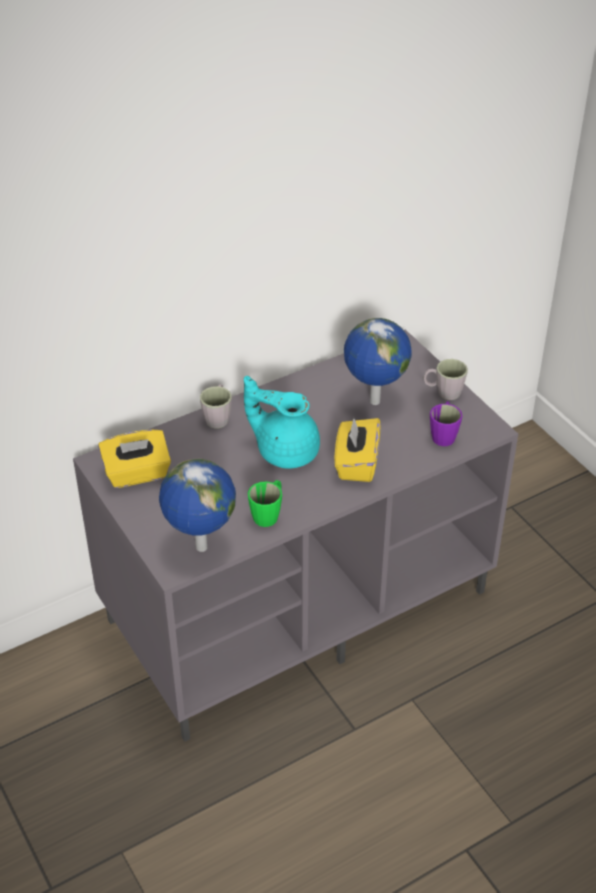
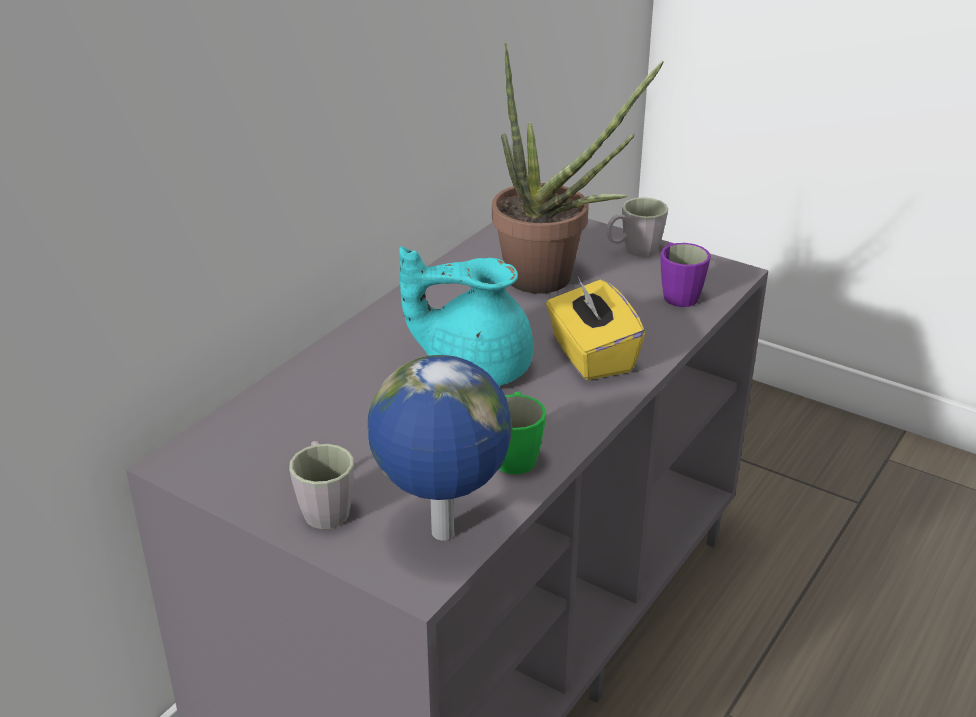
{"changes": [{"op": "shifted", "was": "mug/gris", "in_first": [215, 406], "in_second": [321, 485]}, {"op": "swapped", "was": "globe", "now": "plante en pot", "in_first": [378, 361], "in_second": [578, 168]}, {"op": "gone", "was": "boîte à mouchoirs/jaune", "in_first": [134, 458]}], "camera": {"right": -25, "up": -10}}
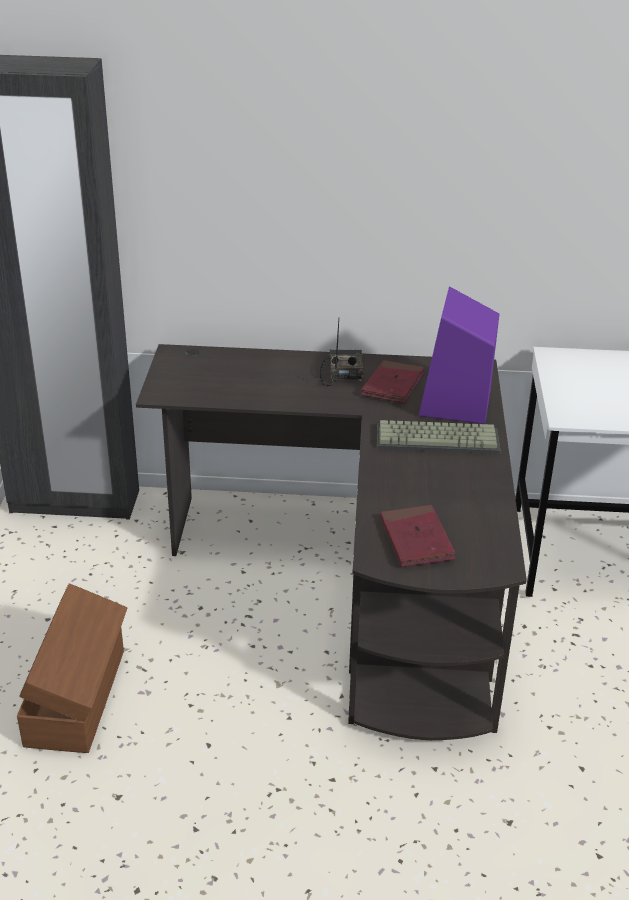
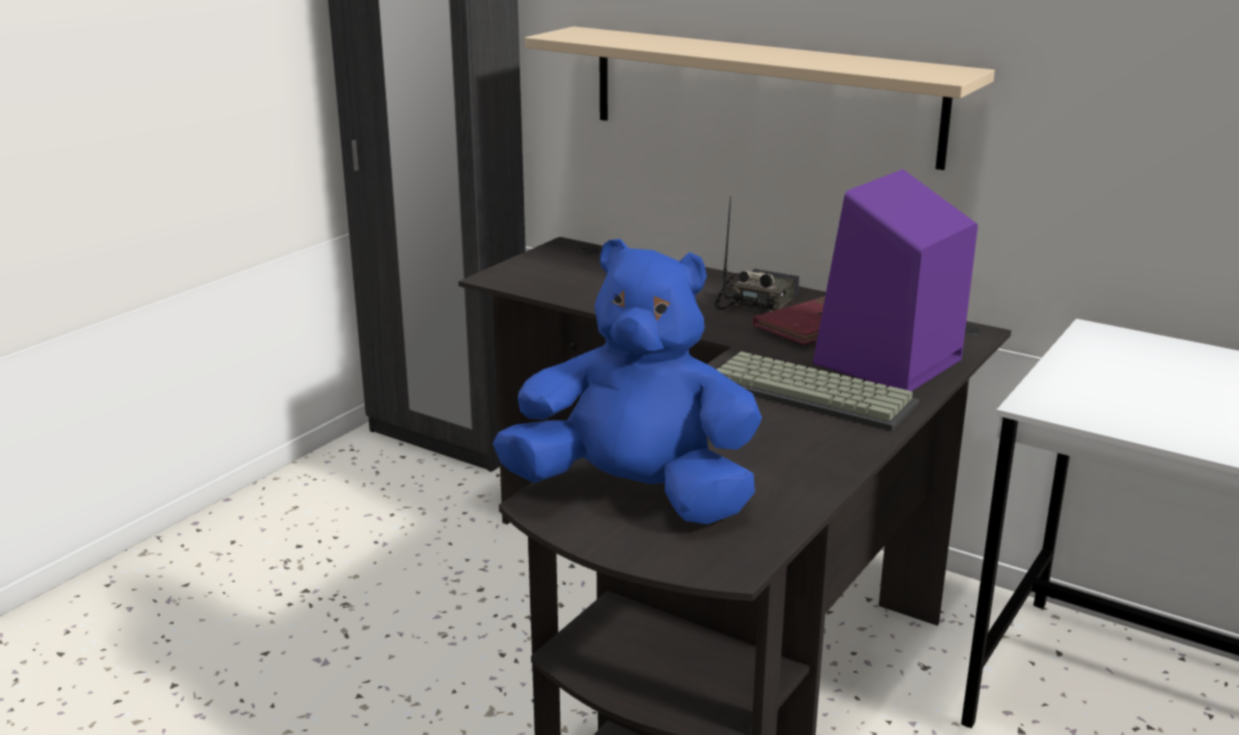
{"changes": [{"op": "swapped", "was": "livre/rouge", "now": "peluche/bleu", "in_first": [417, 536], "in_second": [627, 381]}, {"op": "new", "now": "étagère/beige", "in_second": [760, 98]}, {"op": "gone", "was": "boîte de rangement/marron", "in_first": [72, 668]}], "camera": {"right": 30, "up": -10}}
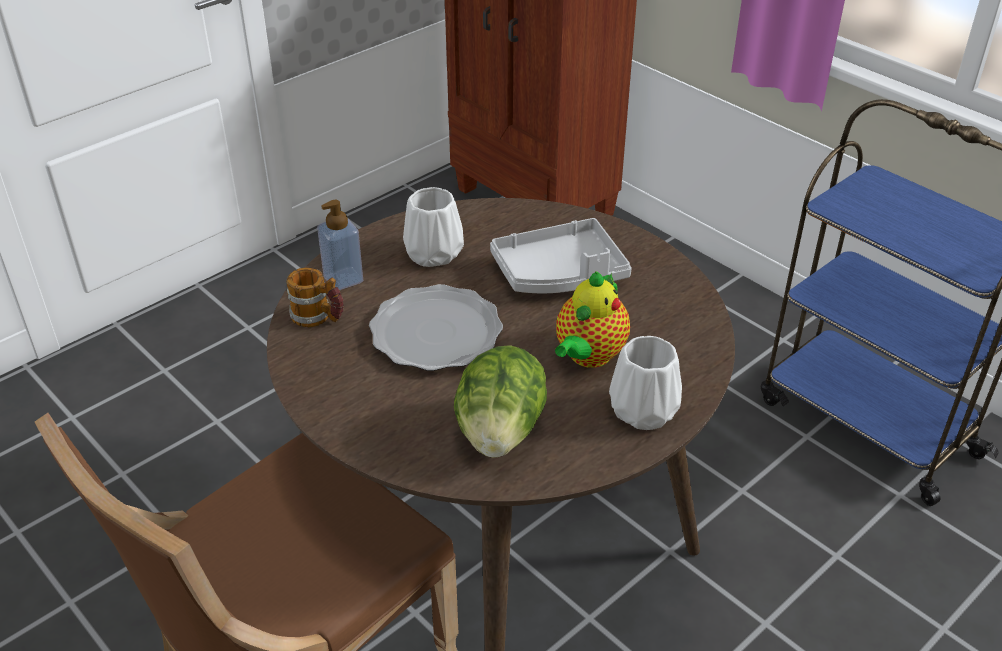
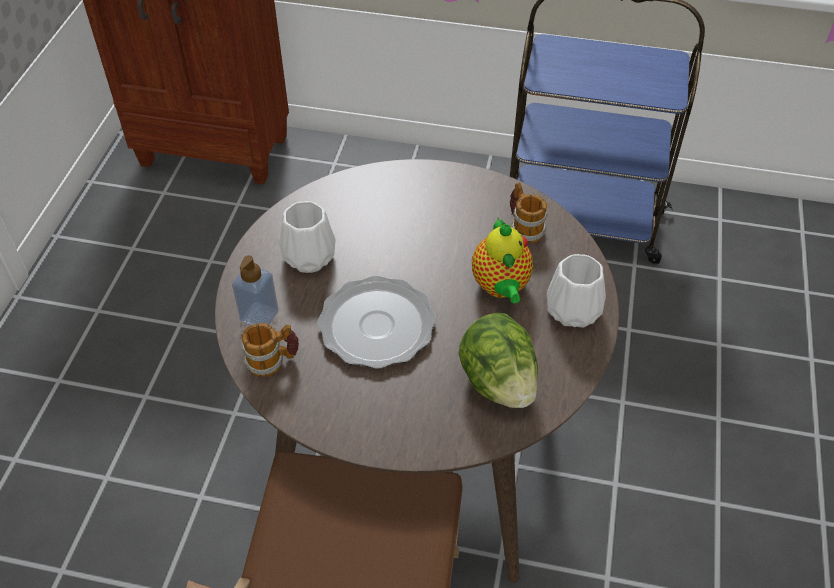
{"changes": [{"op": "new", "now": "mug", "in_second": [529, 213]}, {"op": "gone", "was": "plateau/gris", "in_first": [561, 255]}], "camera": {"right": -35, "up": 10}}
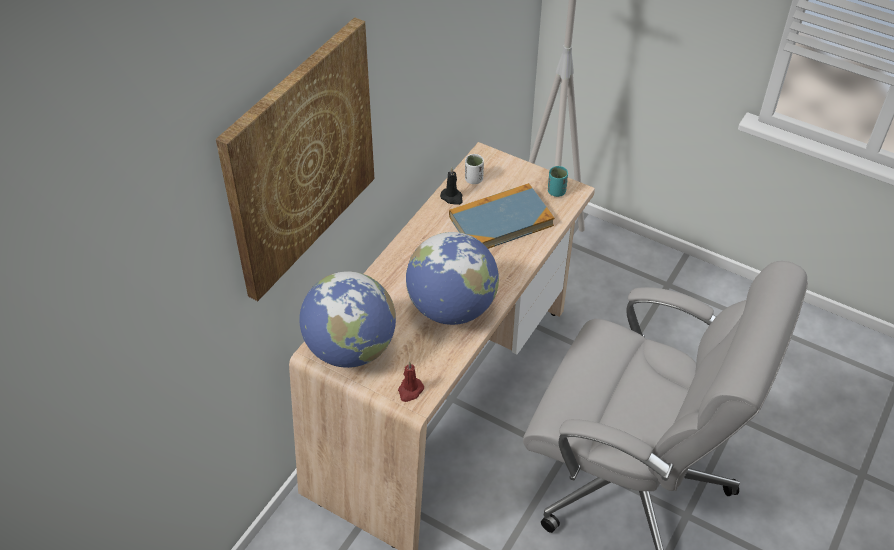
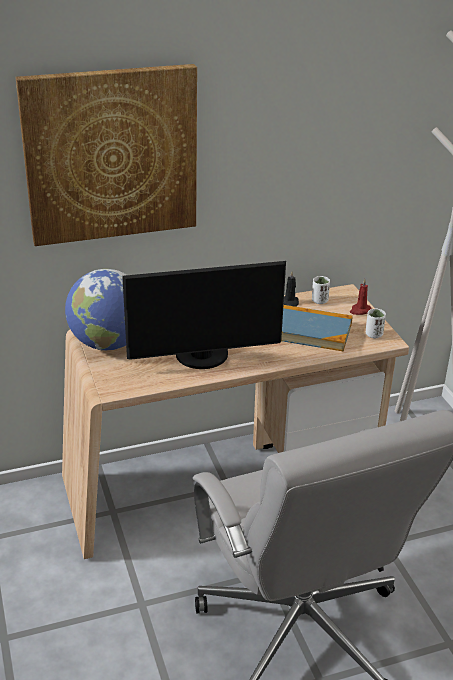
{"changes": [{"op": "swapped", "was": "globe", "now": "écran d'ordinateur", "in_first": [452, 278], "in_second": [204, 315]}, {"op": "shifted", "was": "bougie/rouge", "in_first": [411, 381], "in_second": [361, 297]}, {"op": "repainted", "was": "tasse/turquoise", "now": "tasse/blanc", "in_first": [558, 181], "in_second": [376, 323]}], "camera": {"right": 40, "up": -15}}
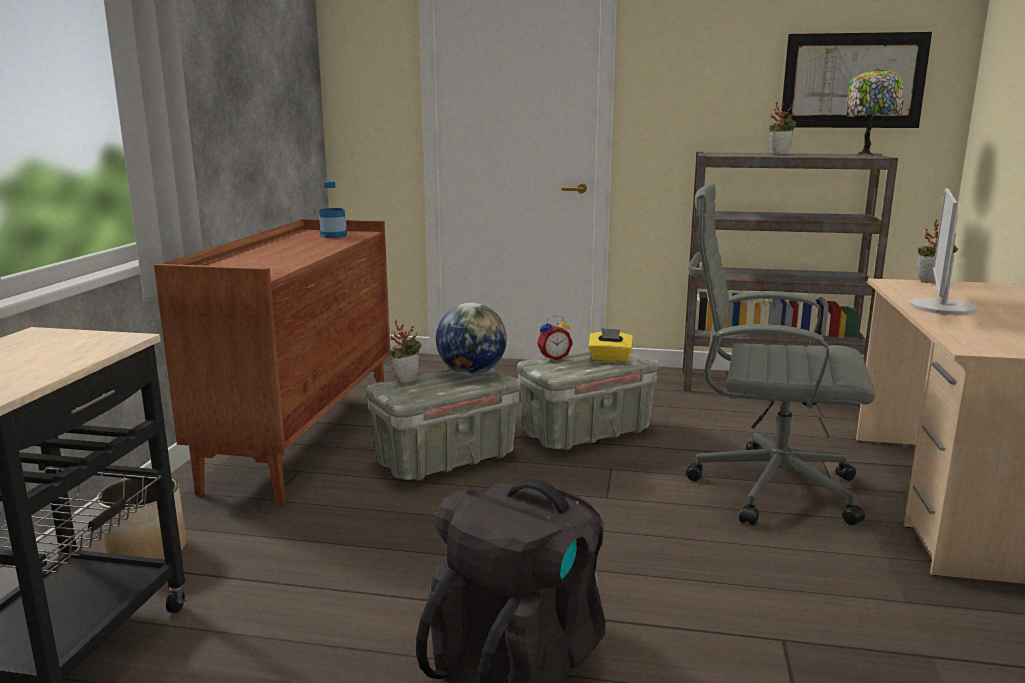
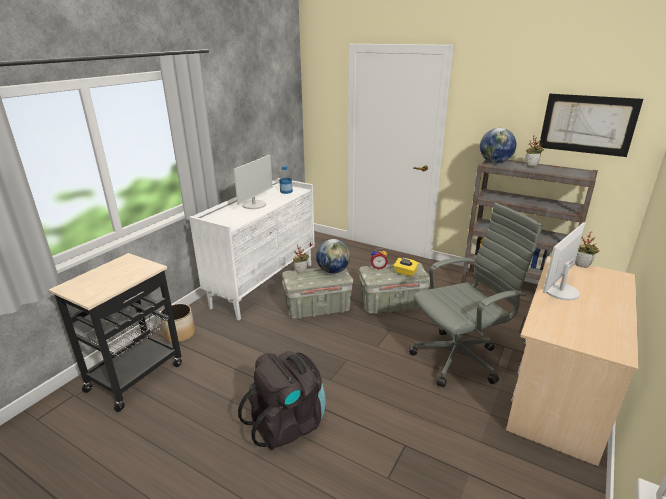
{"changes": [{"op": "repainted", "was": "meuble de rangement/marron", "now": "meuble de rangement/blanc", "in_first": [272, 361], "in_second": [252, 249]}, {"op": "new", "now": "écran d'ordinateur", "in_second": [253, 182]}, {"op": "rotated", "was": "chaise de bureau/gris", "in_first": [780, 354], "in_second": [475, 295], "clockwise": 120}, {"op": "new", "now": "globe", "in_second": [498, 146]}, {"op": "gone", "was": "lampe de table", "in_first": [875, 112]}], "camera": {"right": 20, "up": 10}}
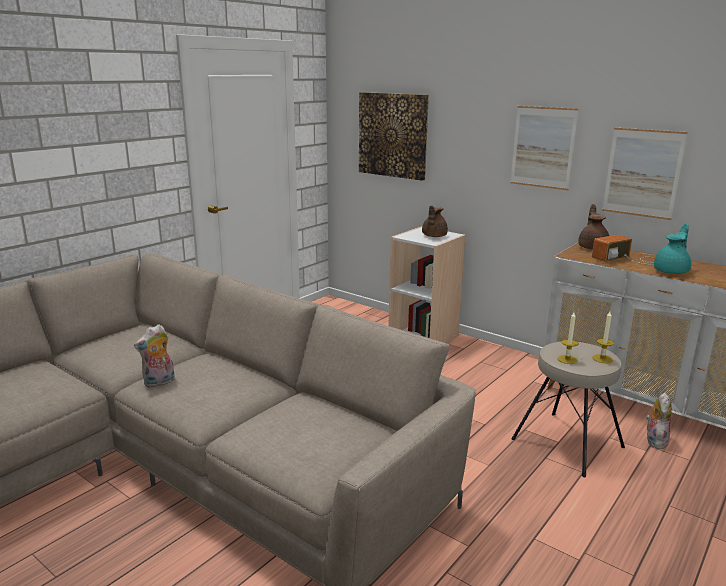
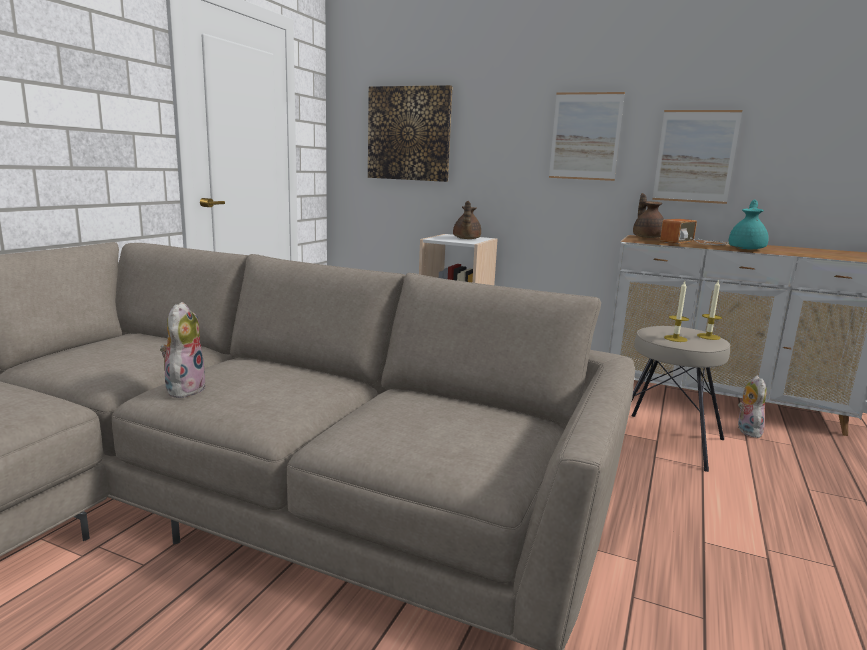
{"changes": [{"op": "rotated", "was": "peluche", "in_first": [154, 356], "in_second": [183, 350], "clockwise": 150}], "camera": {"right": -15, "up": -5}}
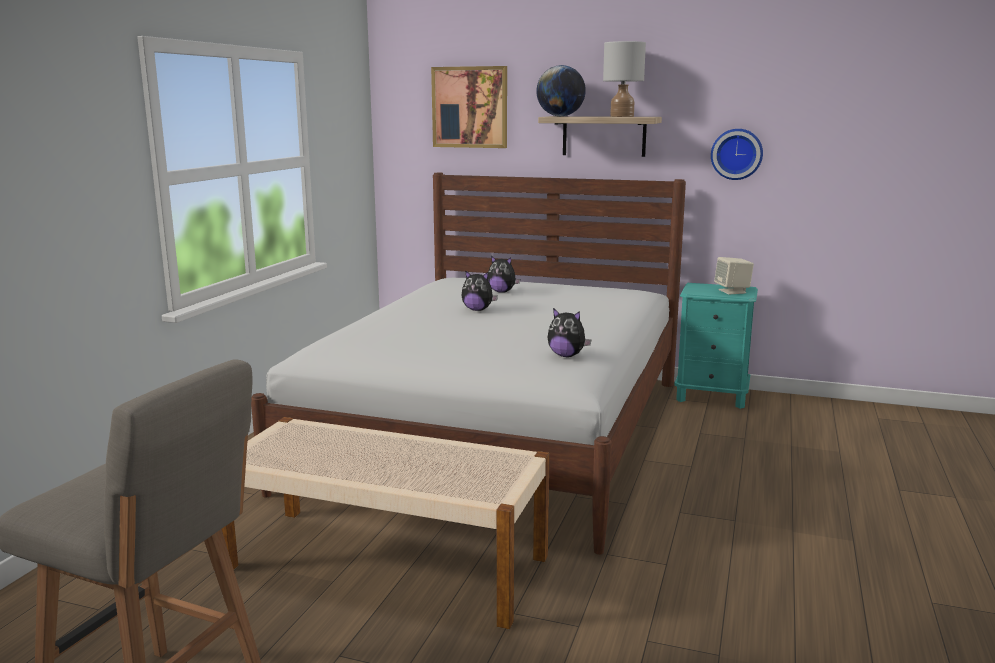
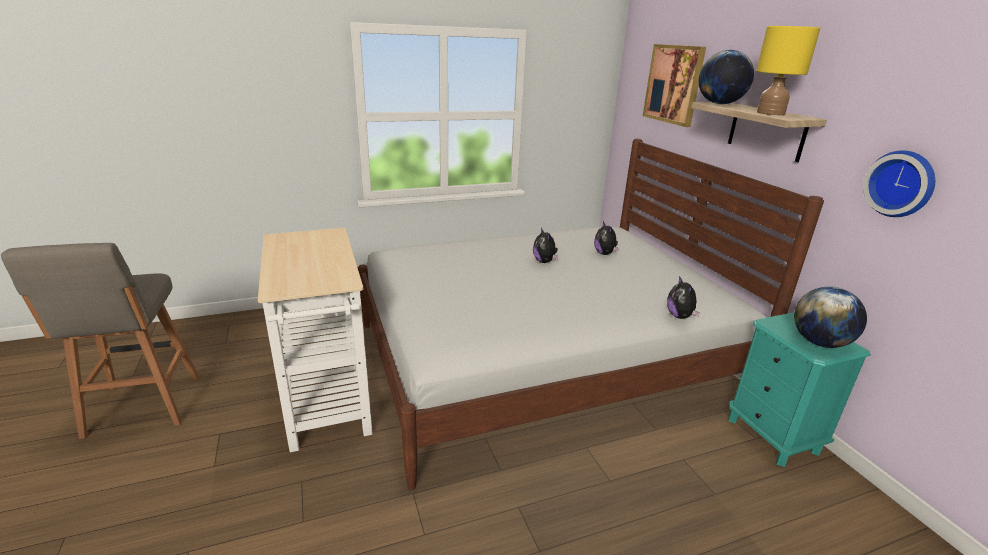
{"changes": [{"op": "swapped", "was": "banc/beige", "now": "chariot/blanc", "in_first": [386, 523], "in_second": [315, 340]}, {"op": "shifted", "was": "peluche", "in_first": [569, 332], "in_second": [683, 297]}, {"op": "repainted", "was": "lampe de table/gris", "now": "lampe de table/jaune", "in_first": [624, 79], "in_second": [788, 70]}, {"op": "swapped", "was": "enceinte/beige", "now": "globe", "in_first": [734, 275], "in_second": [830, 317]}], "camera": {"right": 50, "up": 10}}
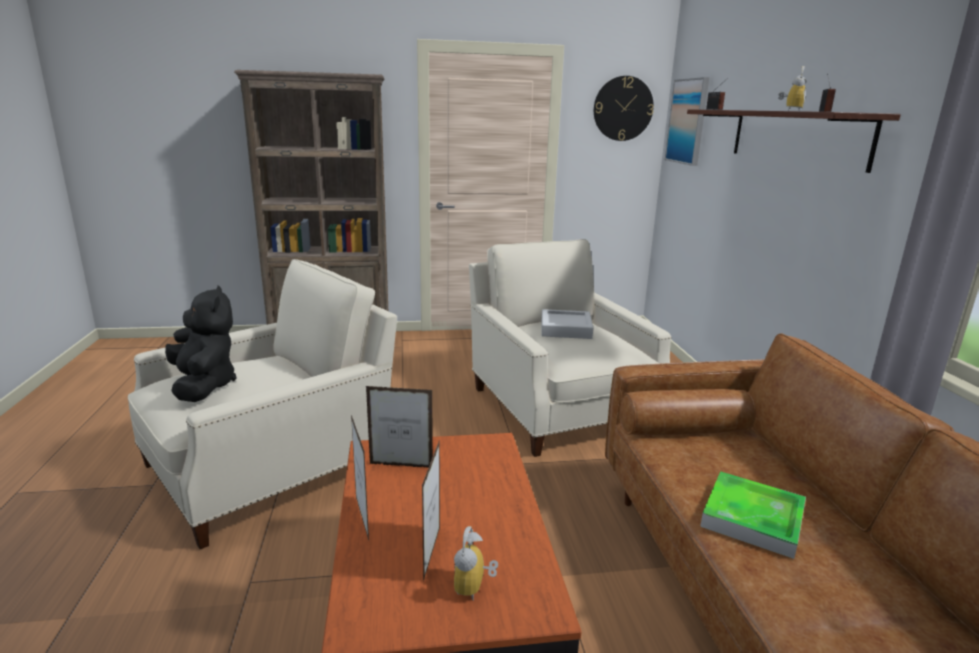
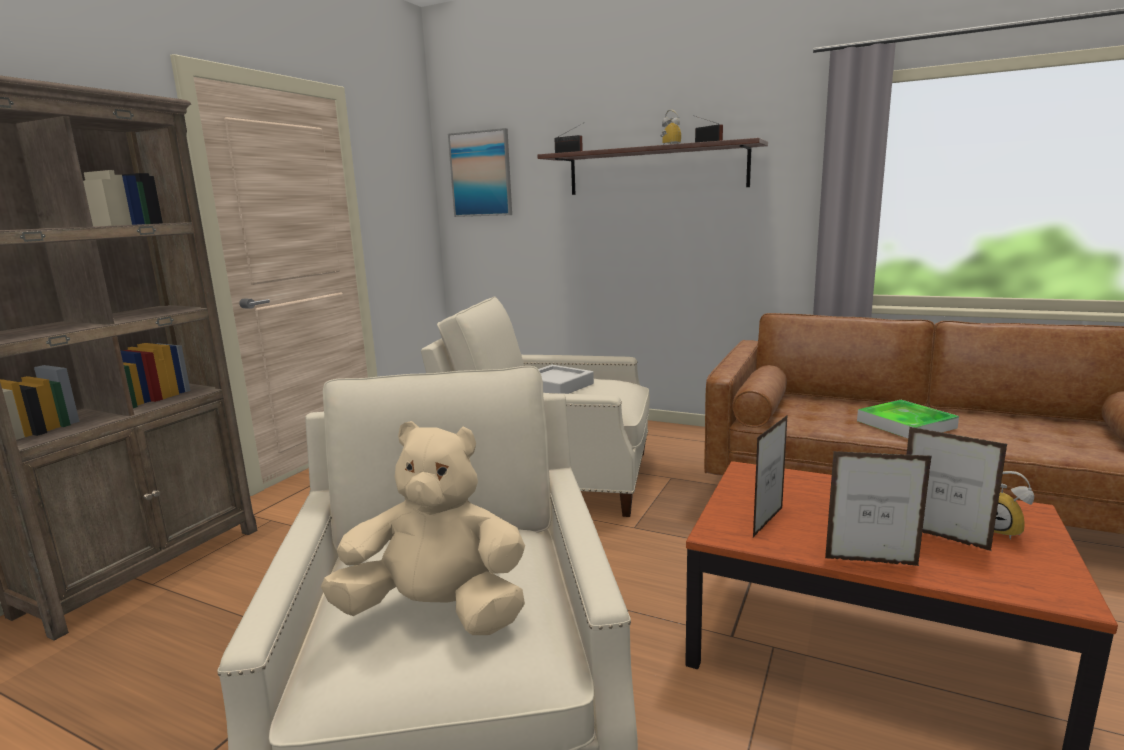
{"changes": [{"op": "repainted", "was": "peluche/noir", "now": "peluche/beige", "in_first": [201, 343], "in_second": [423, 528]}, {"op": "gone", "was": "horloge murale", "in_first": [624, 108]}], "camera": {"right": -55, "up": -5}}
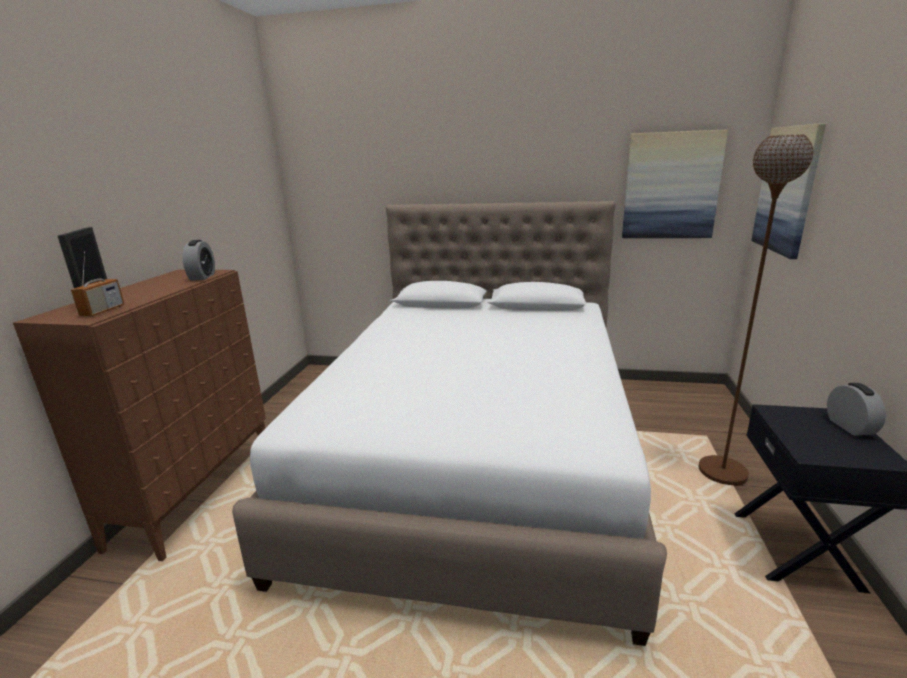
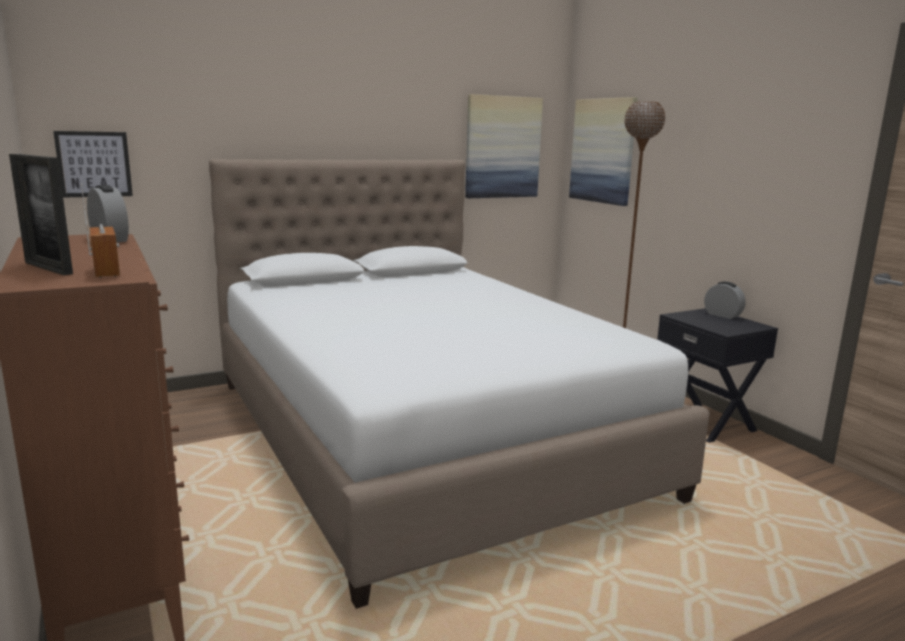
{"changes": [{"op": "new", "now": "tableau", "in_second": [93, 164]}], "camera": {"right": -40, "up": -5}}
